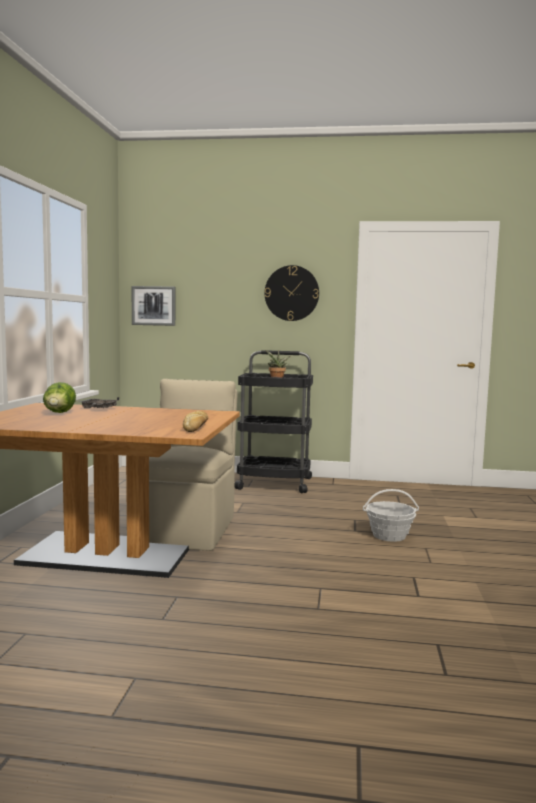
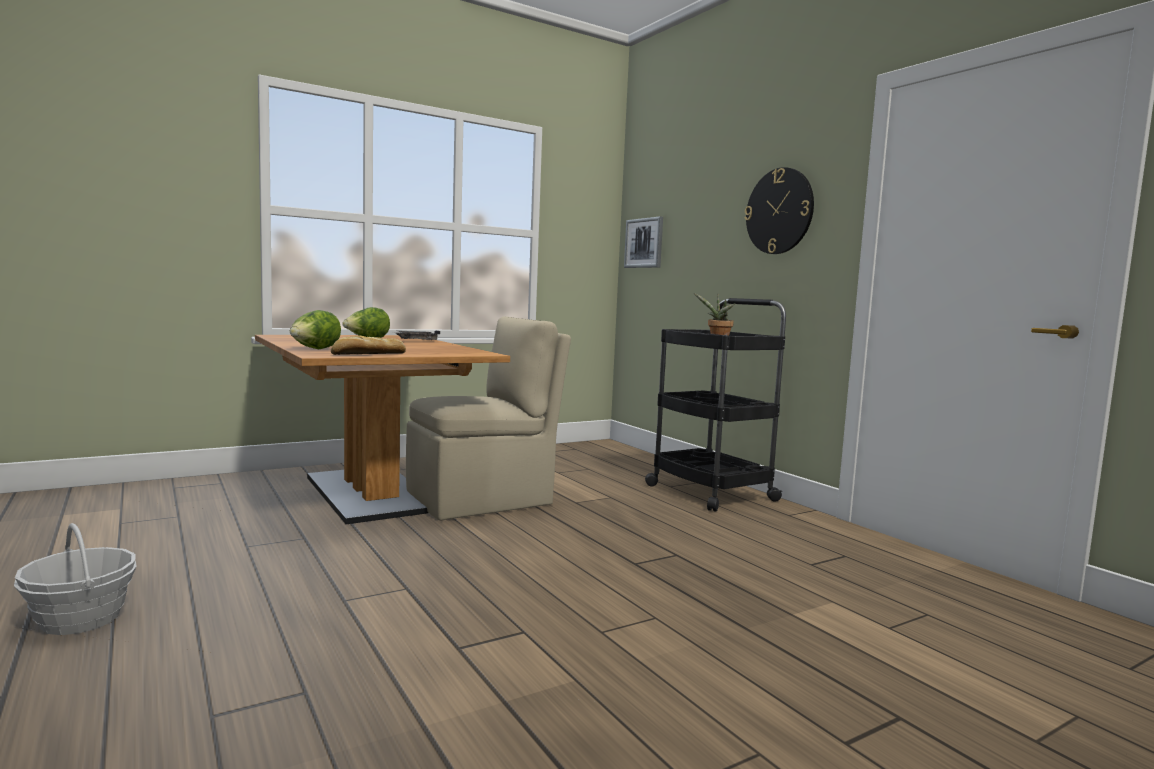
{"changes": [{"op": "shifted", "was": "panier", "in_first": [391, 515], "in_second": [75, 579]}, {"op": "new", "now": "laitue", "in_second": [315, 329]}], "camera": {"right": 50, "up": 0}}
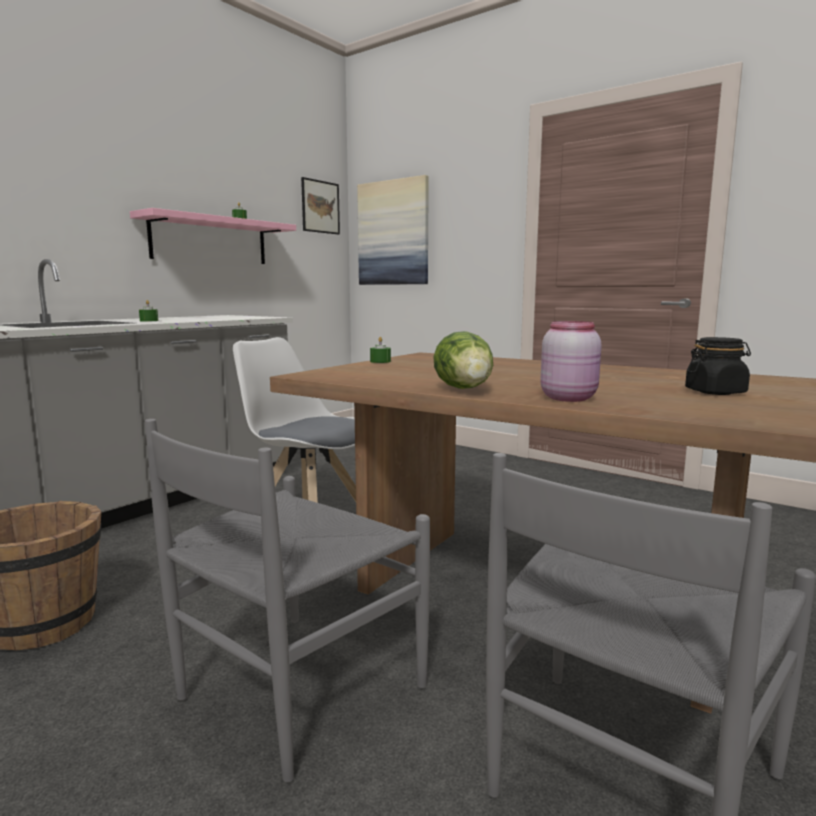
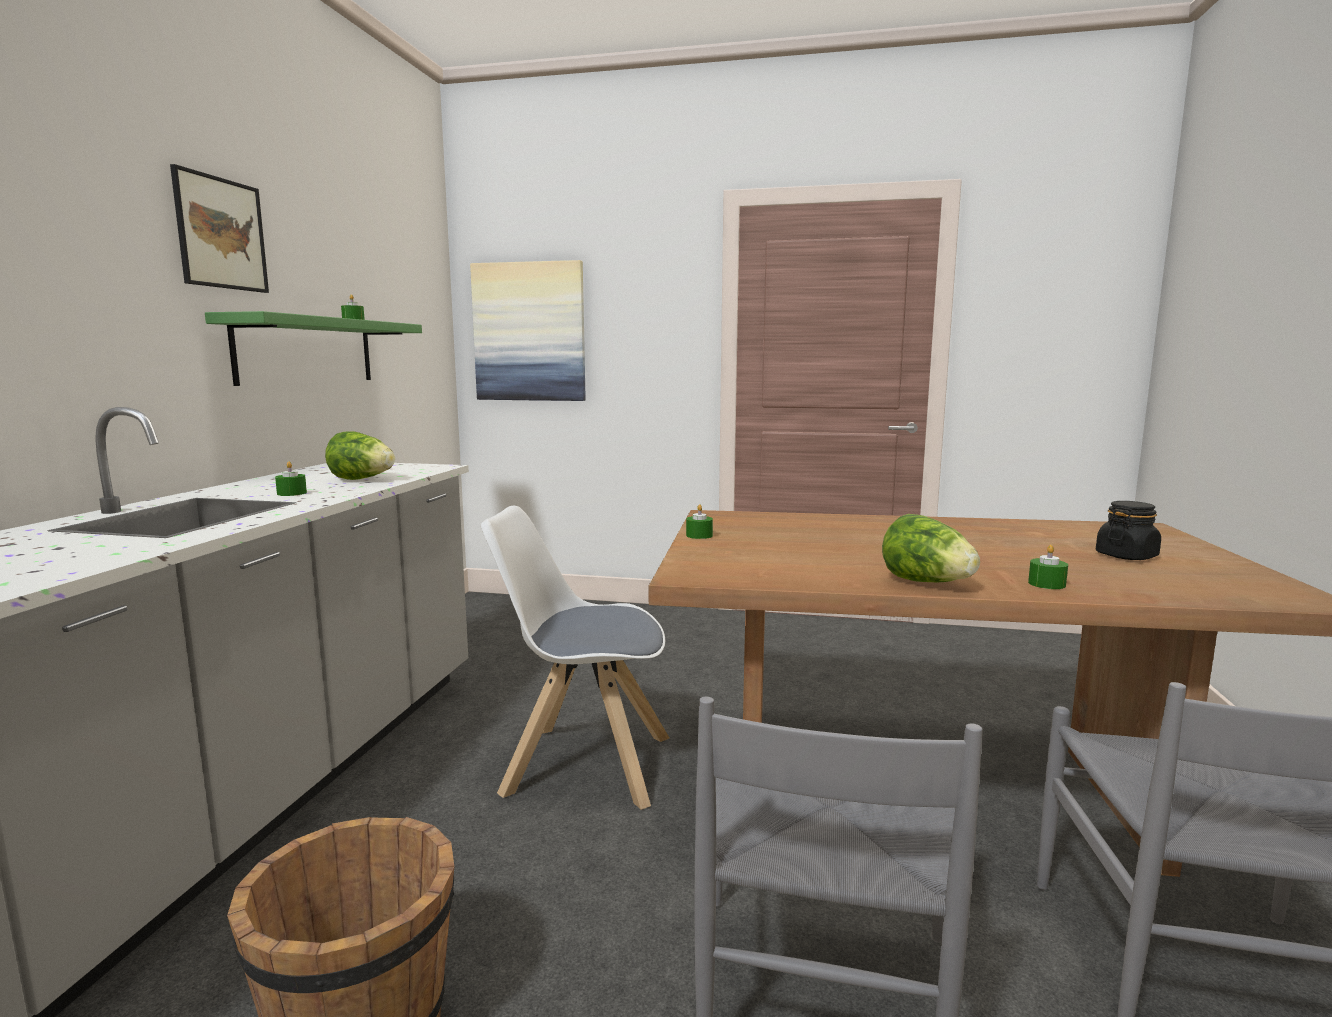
{"changes": [{"op": "shifted", "was": "tableau", "in_first": [320, 205], "in_second": [219, 228]}, {"op": "repainted", "was": "étagère/rose", "now": "étagère/vert", "in_first": [213, 236], "in_second": [313, 348]}, {"op": "new", "now": "laitue", "in_second": [360, 455]}, {"op": "swapped", "was": "bocal/rose", "now": "bougie/vert", "in_first": [570, 361], "in_second": [1048, 567]}], "camera": {"right": -25, "up": 0}}
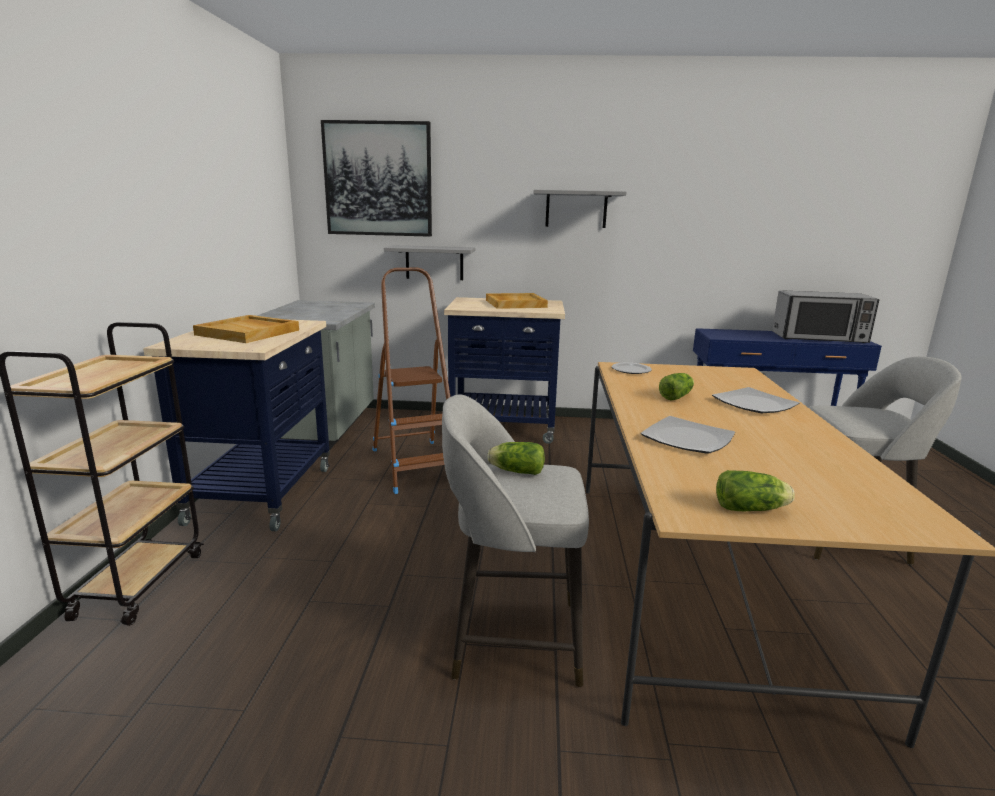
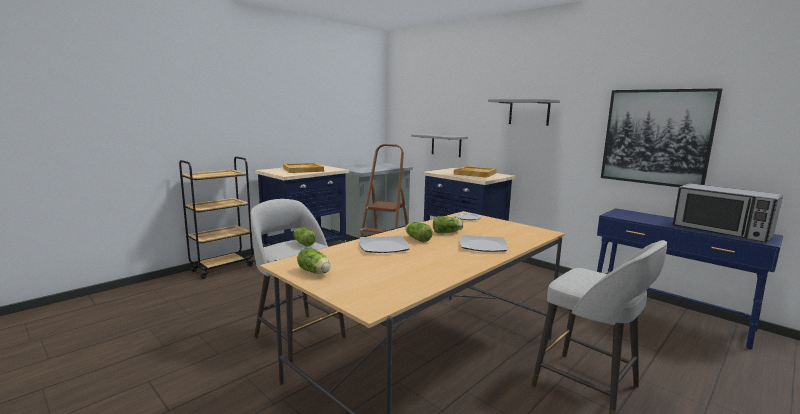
{"changes": [{"op": "new", "now": "laitue", "in_second": [419, 232]}, {"op": "shifted", "was": "tableau", "in_first": [376, 178], "in_second": [661, 137]}], "camera": {"right": 40, "up": -5}}
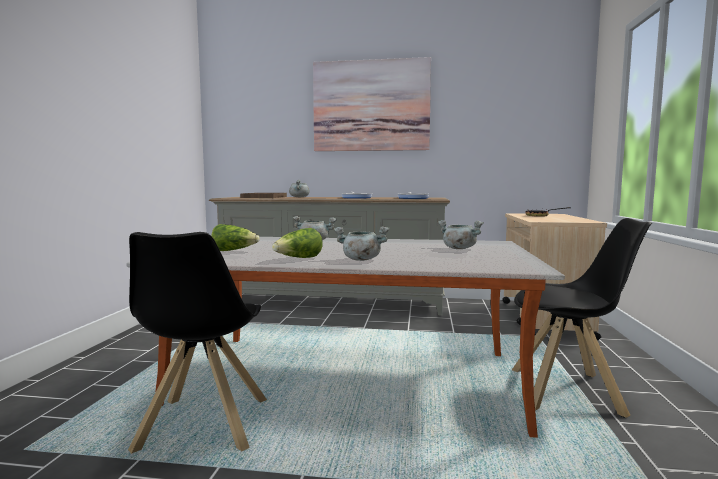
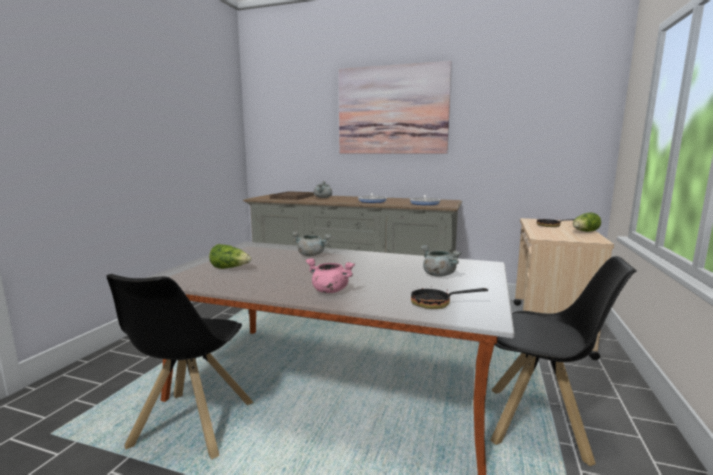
{"changes": [{"op": "repainted", "was": "marmite/gris", "now": "marmite/rose", "in_first": [361, 243], "in_second": [330, 275]}, {"op": "new", "now": "poêle", "in_second": [449, 297]}, {"op": "shifted", "was": "laitue", "in_first": [297, 243], "in_second": [587, 222]}], "camera": {"right": 10, "up": 5}}
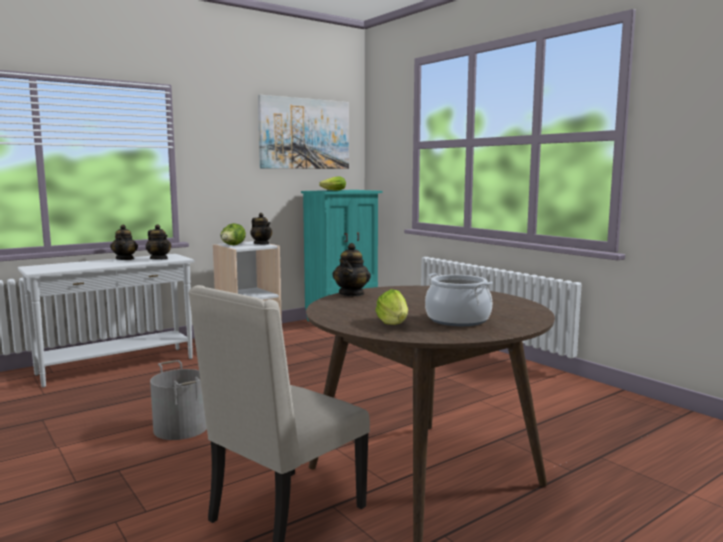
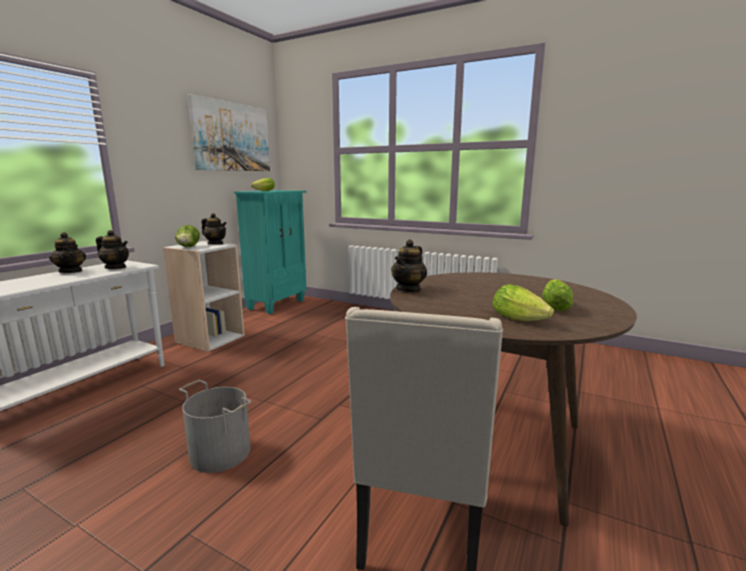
{"changes": [{"op": "rotated", "was": "théière", "in_first": [351, 269], "in_second": [409, 266], "clockwise": 45}, {"op": "swapped", "was": "marmite", "now": "laitue", "in_first": [459, 299], "in_second": [557, 295]}], "camera": {"right": -25, "up": 5}}
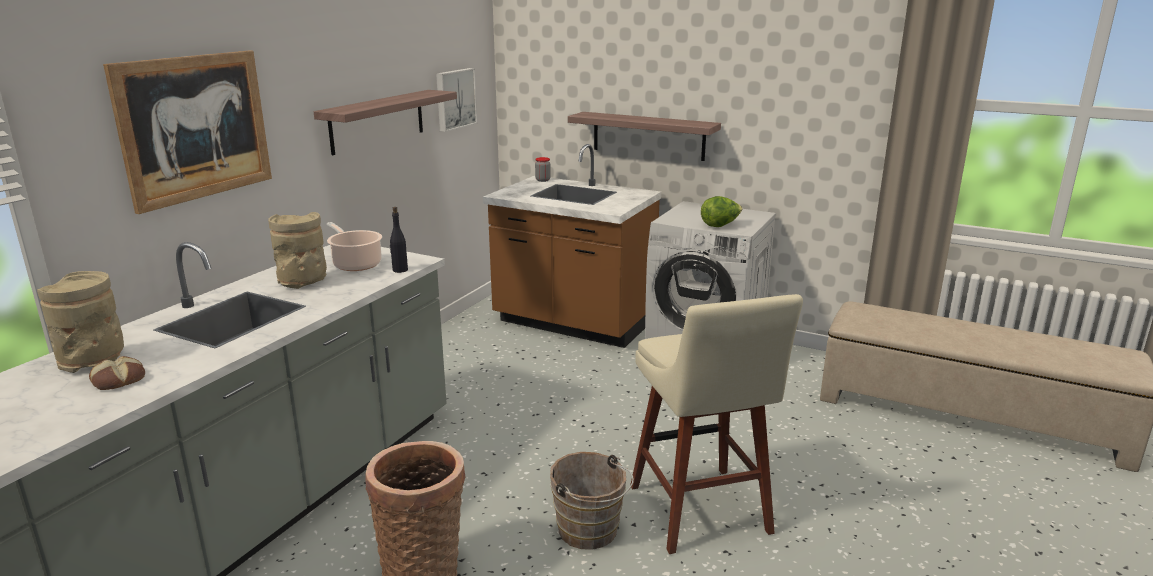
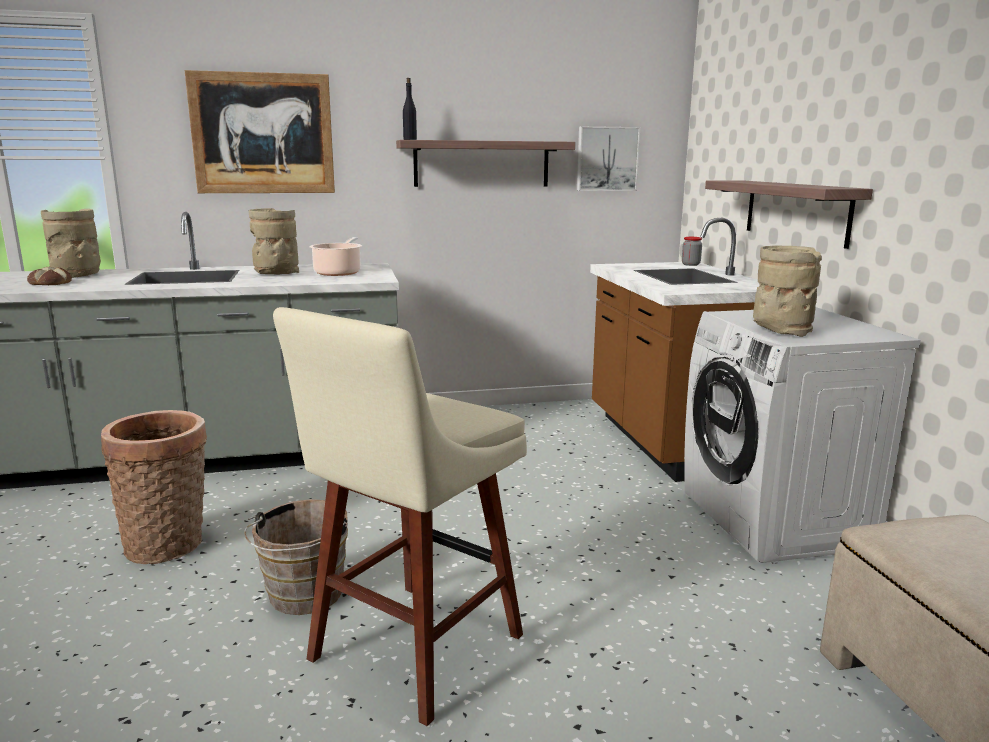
{"changes": [{"op": "shifted", "was": "bouteille/noir", "in_first": [399, 240], "in_second": [410, 109]}, {"op": "swapped", "was": "laitue", "now": "vase/beige", "in_first": [721, 211], "in_second": [787, 291]}], "camera": {"right": 50, "up": -5}}
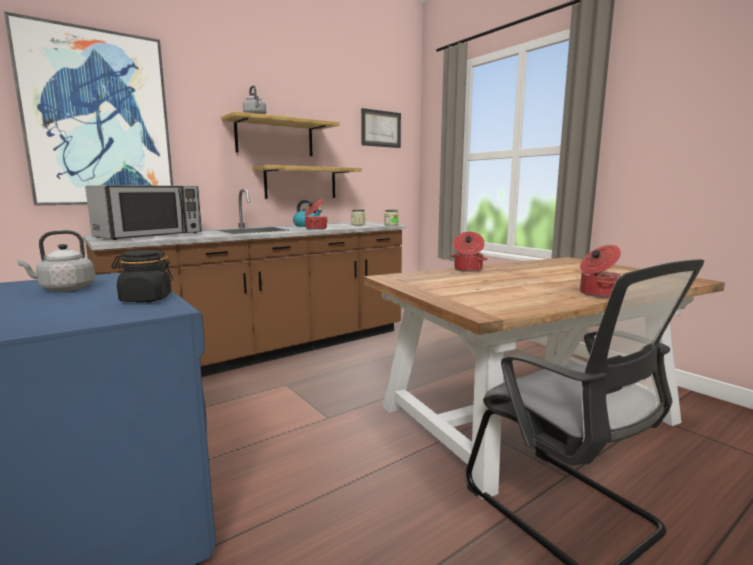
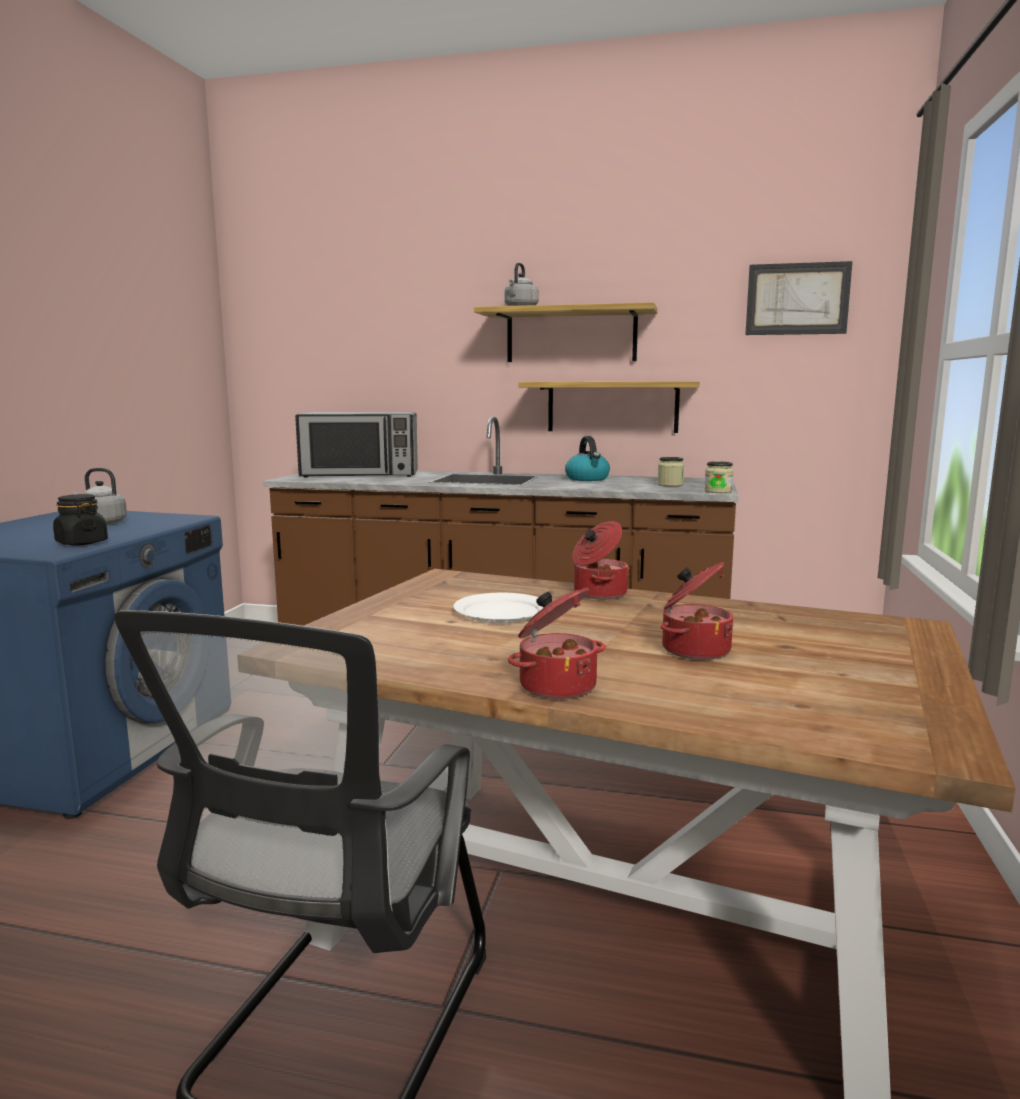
{"changes": [{"op": "new", "now": "assiette/blanc", "in_second": [498, 608]}, {"op": "shifted", "was": "marmite", "in_first": [316, 214], "in_second": [696, 611]}, {"op": "gone", "was": "tableau", "in_first": [88, 108]}], "camera": {"right": 50, "up": 0}}
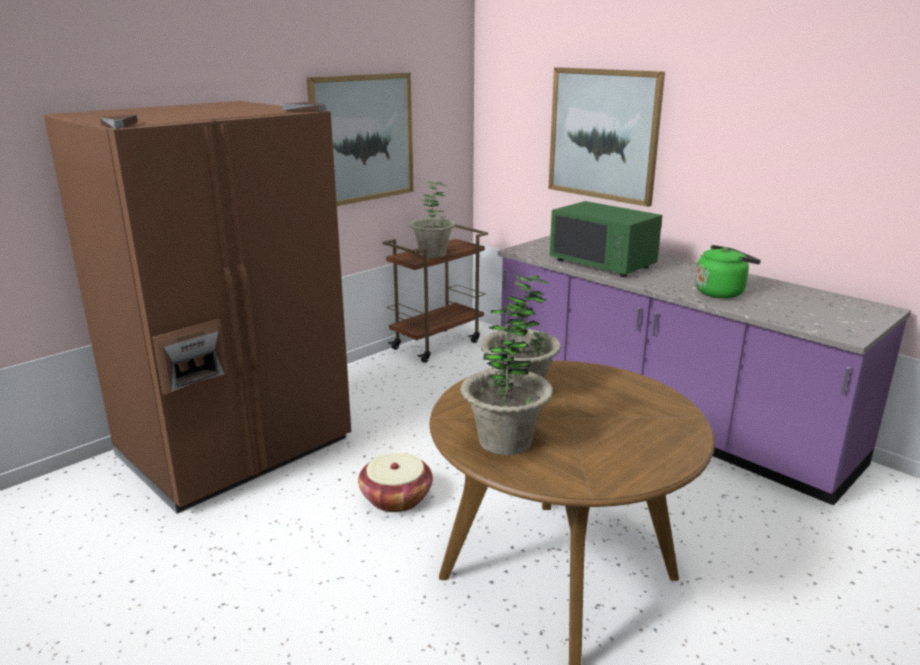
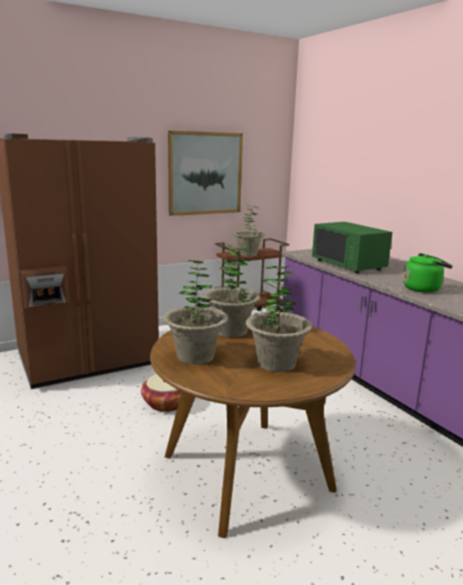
{"changes": [{"op": "new", "now": "plante en pot", "in_second": [279, 318]}, {"op": "gone", "was": "tableau", "in_first": [606, 137]}], "camera": {"right": 15, "up": -5}}
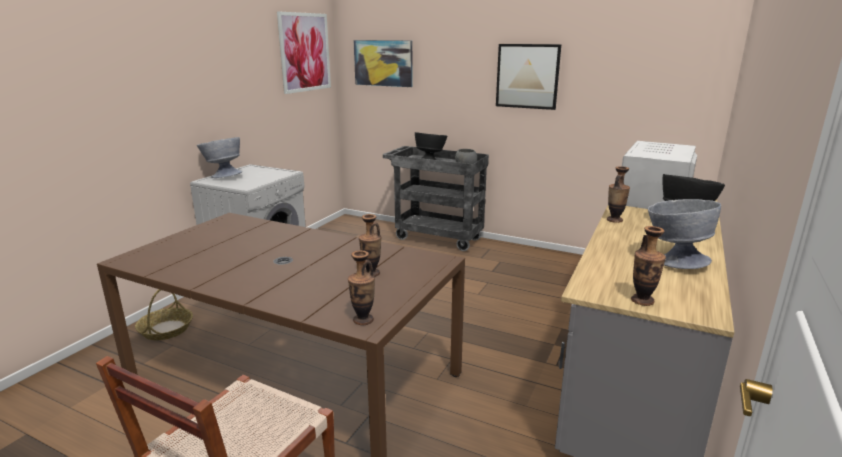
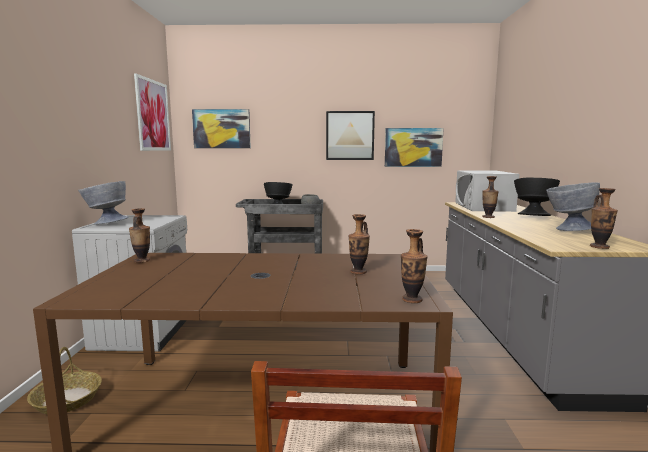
{"changes": [{"op": "new", "now": "vase", "in_second": [139, 235]}, {"op": "new", "now": "tableau", "in_second": [414, 147]}], "camera": {"right": -25, "up": -10}}
